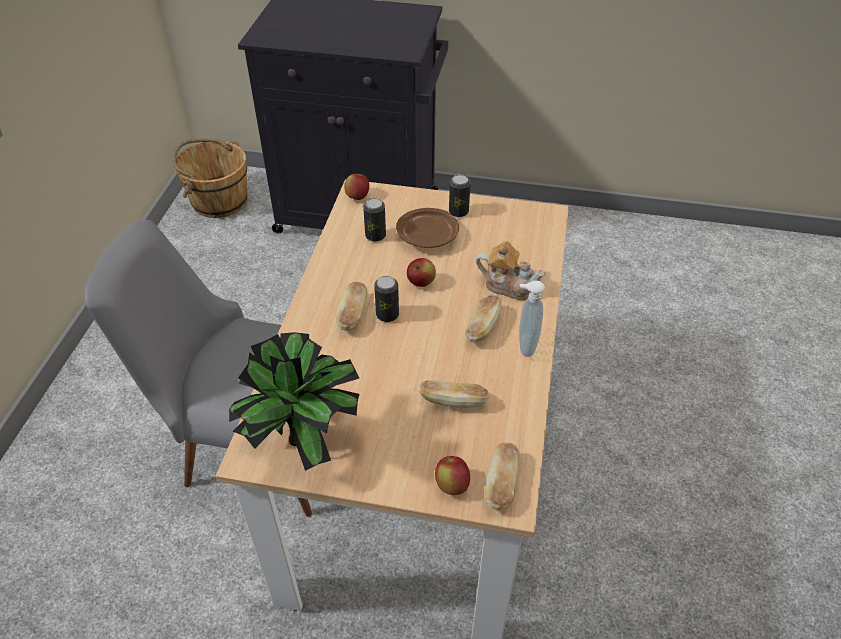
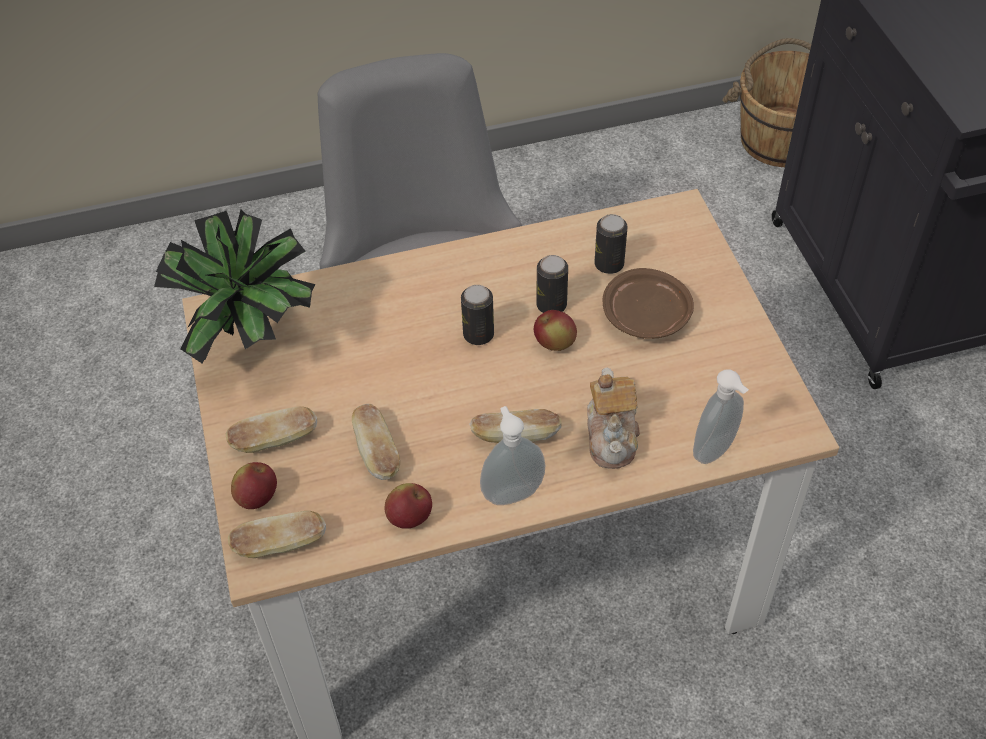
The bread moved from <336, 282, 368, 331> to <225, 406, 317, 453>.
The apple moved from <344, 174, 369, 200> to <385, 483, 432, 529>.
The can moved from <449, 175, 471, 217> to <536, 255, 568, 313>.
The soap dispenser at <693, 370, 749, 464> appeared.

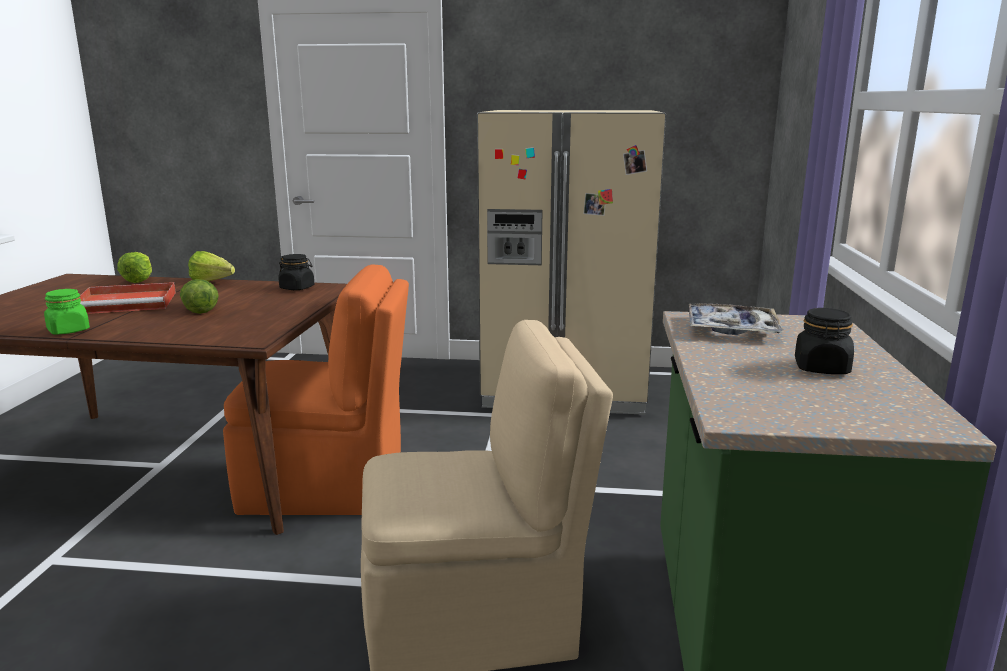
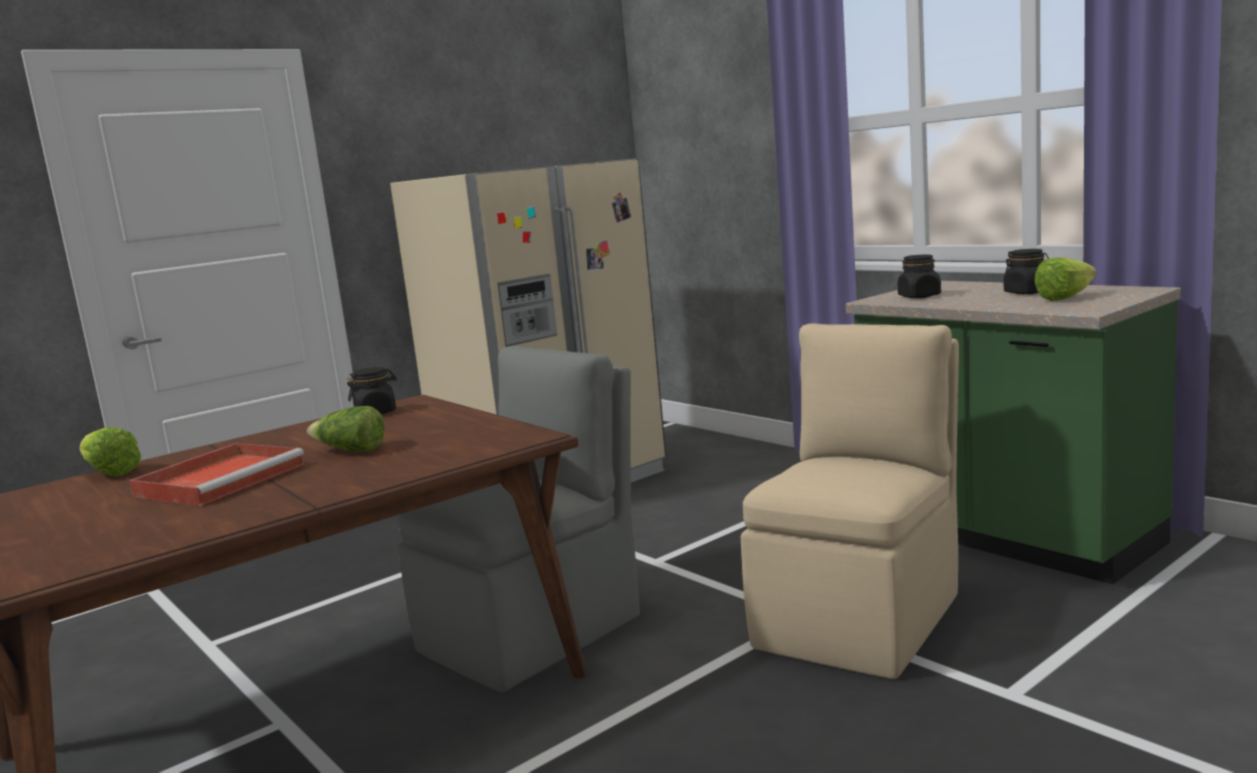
The green jar at <44, 289, 90, 334> disappeared.
The lettuce moved from <188, 251, 235, 281> to <1034, 258, 1096, 301>.
The orange chair at <223, 264, 409, 515> became the grey chair at <398, 346, 640, 692>.
The tray at <689, 303, 784, 335> was replaced by the black jar at <898, 255, 941, 298>.

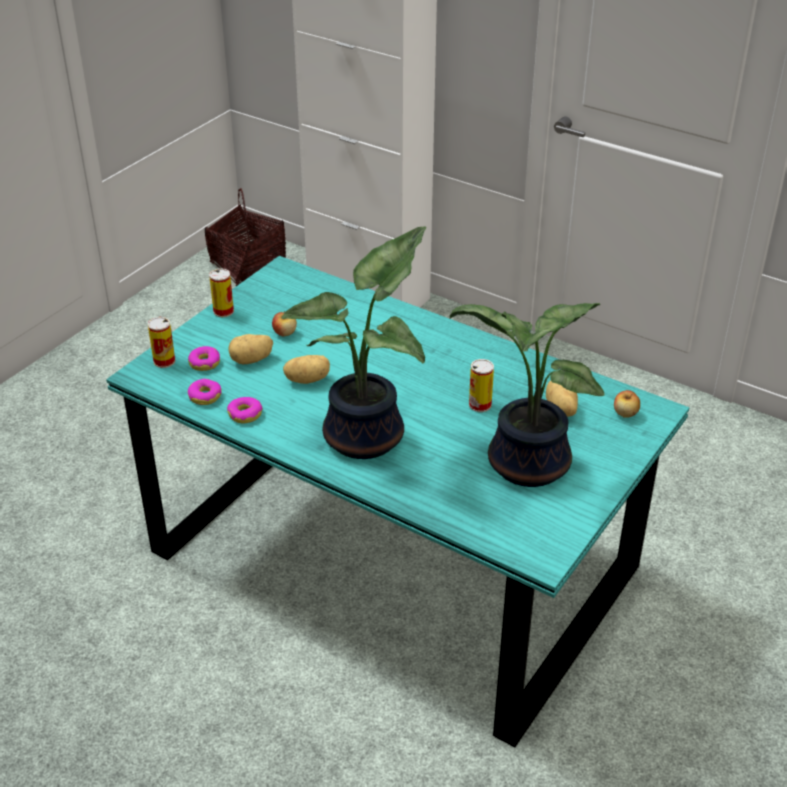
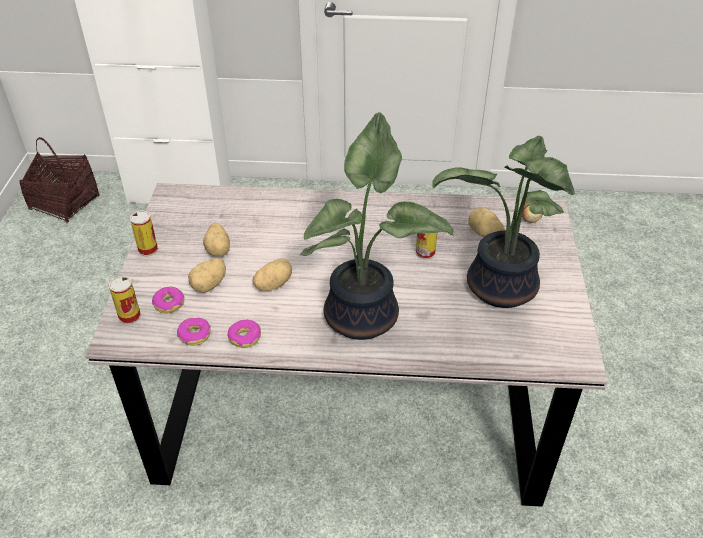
The turquoise dining table at <106, 256, 689, 747> became the grey dining table at <85, 183, 608, 507>.
The apple at <272, 311, 297, 336> was replaced by the potato at <203, 223, 230, 256>.

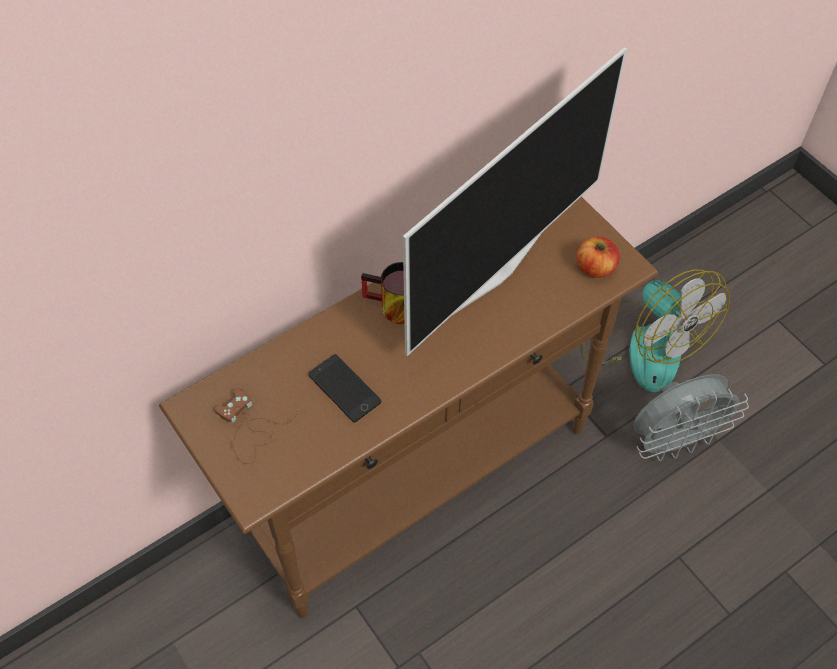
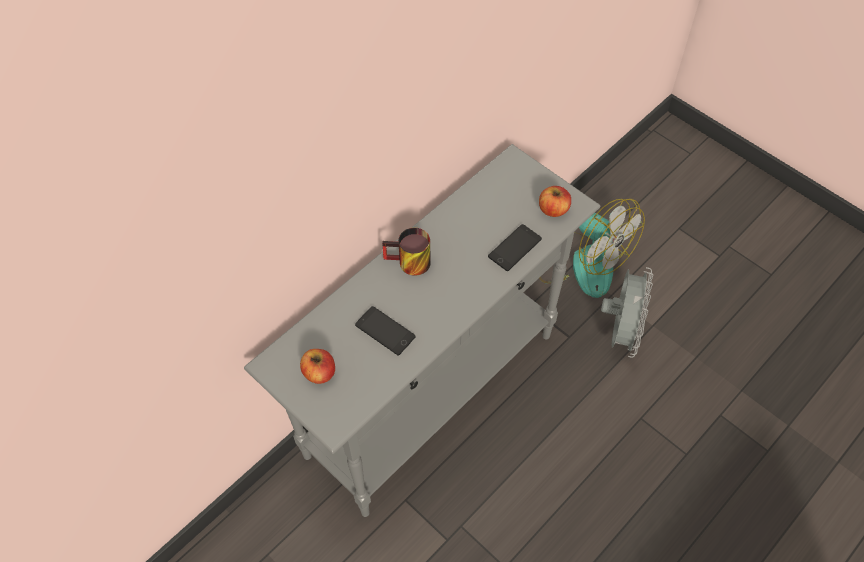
The brown console table at <159, 196, 658, 618> became the grey console table at <244, 144, 600, 517>.
The brown game controller at <214, 388, 298, 464> was replaced by the apple at <300, 349, 335, 384>.
The television at <403, 47, 627, 356> disappeared.
The grey fan at <633, 375, 749, 462> turned 45 degrees counterclockwise.
The phone at <488, 224, 542, 271> appeared.

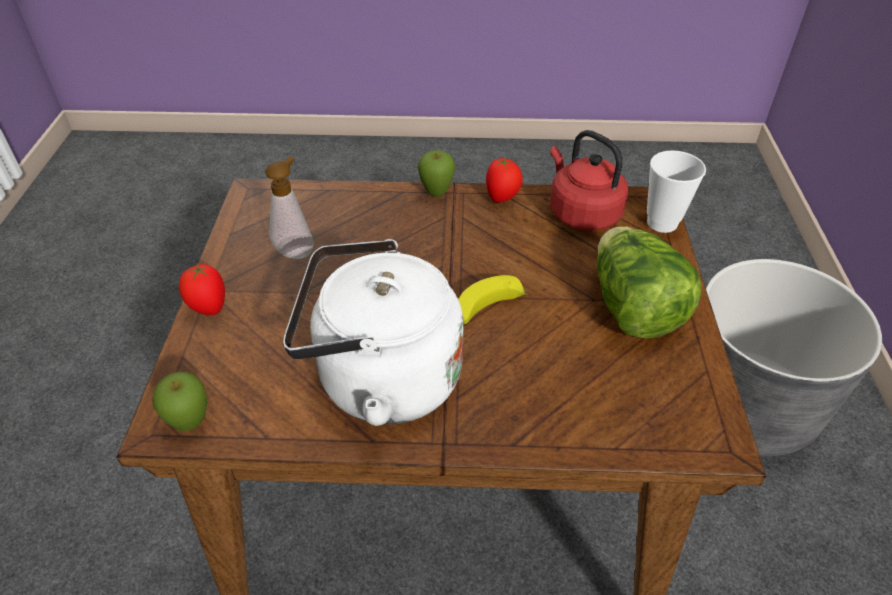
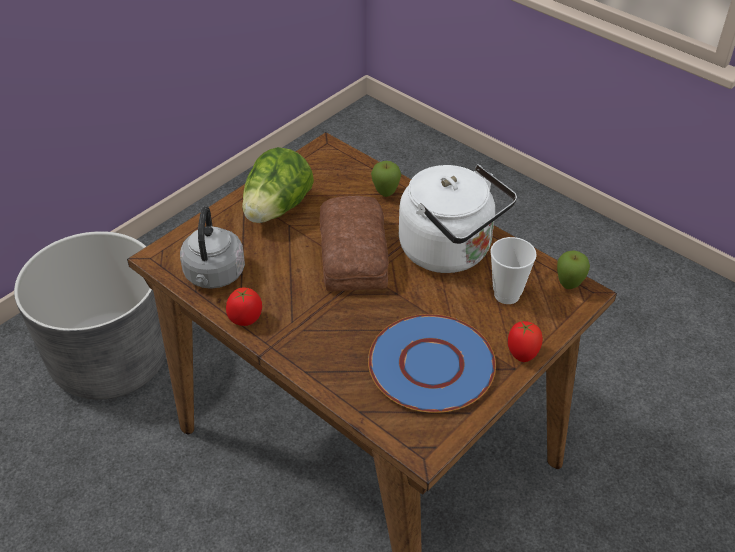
The soap dispenser at <265, 156, 314, 259> was replaced by the blue plate at <368, 314, 496, 413>.
The apple moved from <418, 150, 455, 197> to <371, 161, 401, 197>.
The banana at <458, 275, 529, 324> was replaced by the bread at <320, 196, 388, 291>.
The red kettle at <550, 130, 628, 231> became the grey kettle at <180, 206, 245, 289>.
The cup moved from <647, 150, 706, 233> to <490, 237, 537, 304>.

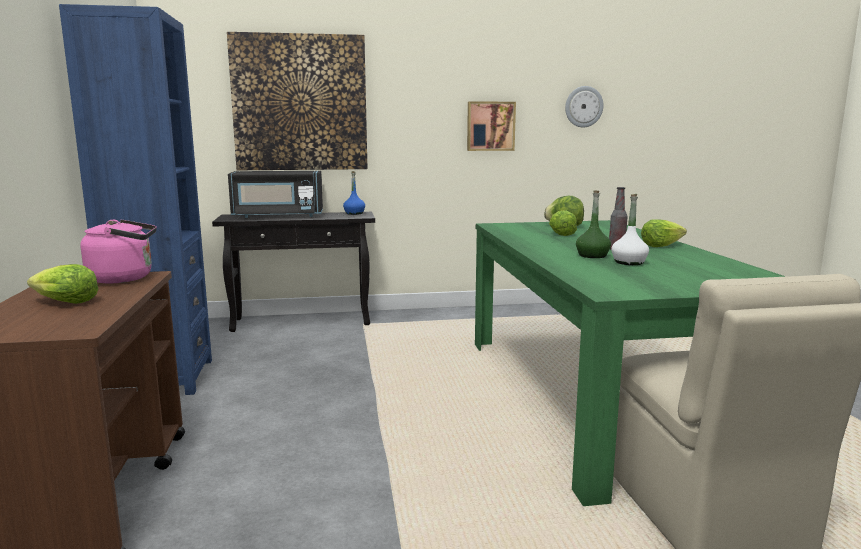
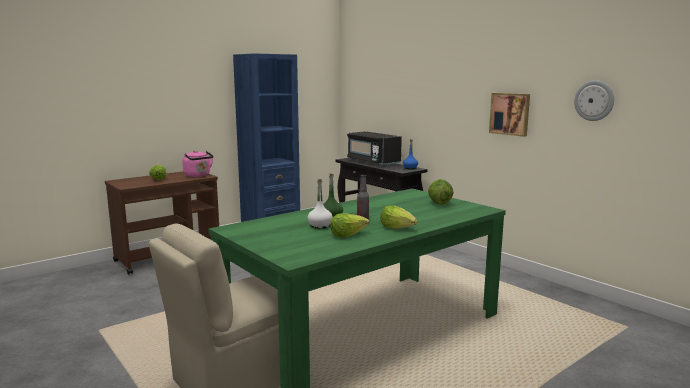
The picture at <227, 32, 368, 170> disappeared.
The lettuce moved from <549, 210, 577, 236> to <330, 213, 369, 238>.

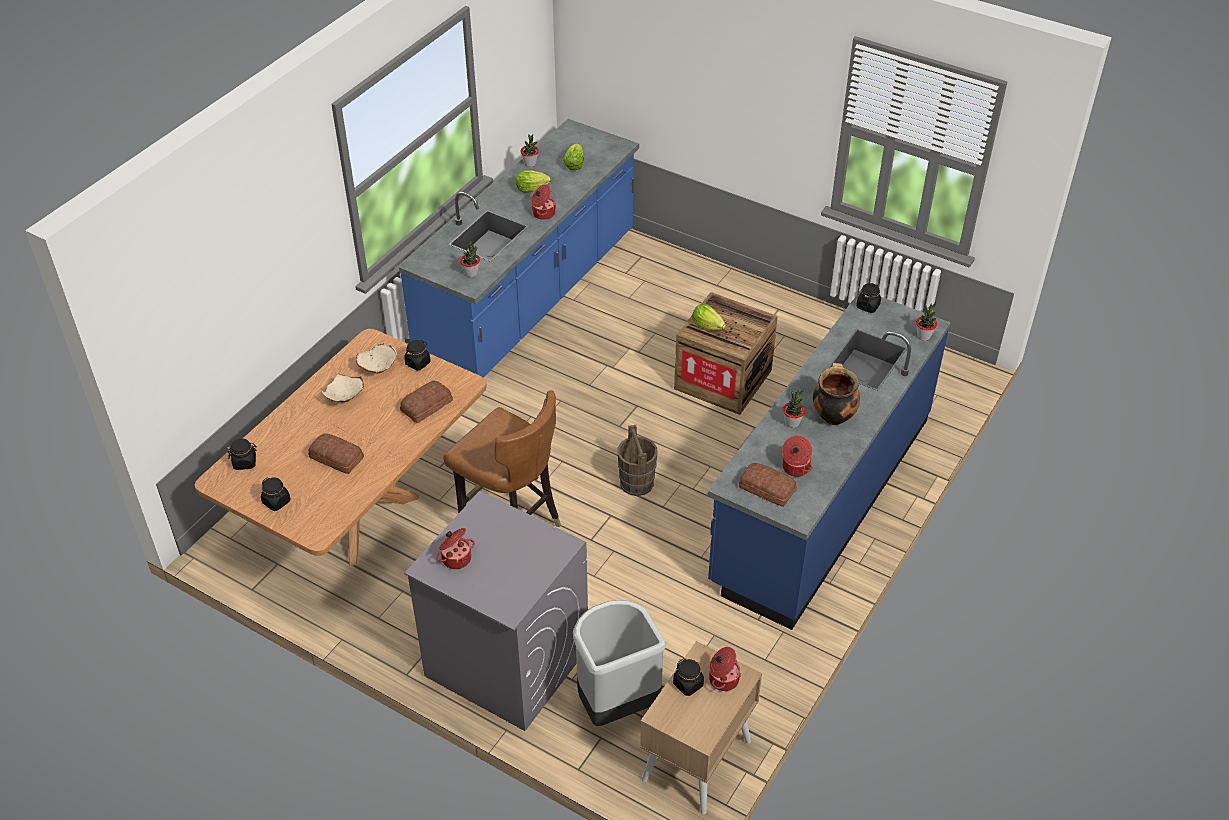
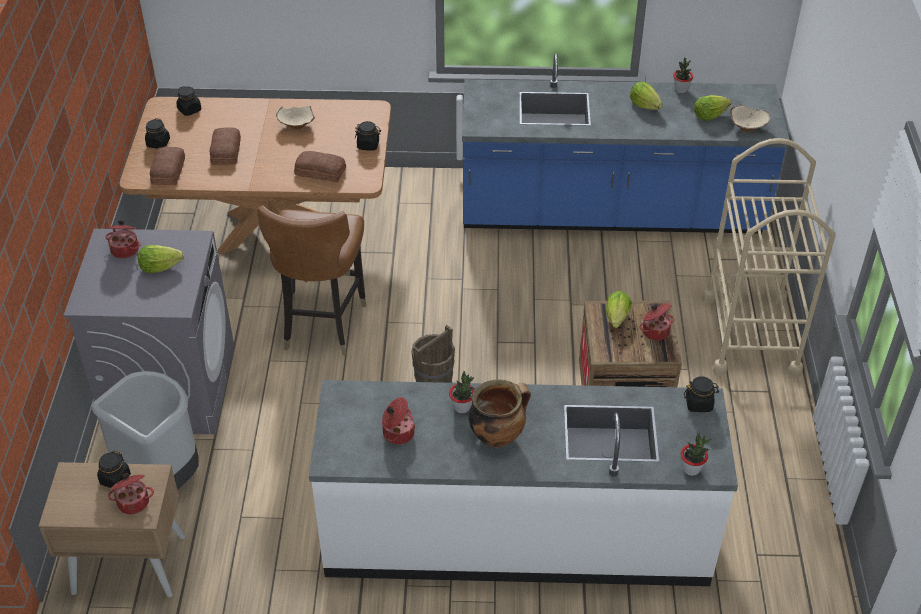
The beige bowl moved from <356, 343, 397, 373> to <730, 104, 770, 132>.
The potted plant at <460, 242, 480, 277> disappeared.
The cooking pot moved from <532, 184, 556, 220> to <639, 303, 674, 341>.
The blue counter at <707, 290, 951, 630> became the white counter at <309, 380, 738, 586>.
The bread moved from <739, 463, 797, 507> to <150, 147, 185, 185>.
The lettuce at <138, 245, 184, 273> appeared.
The beige cart at <702, 138, 836, 377> appeared.

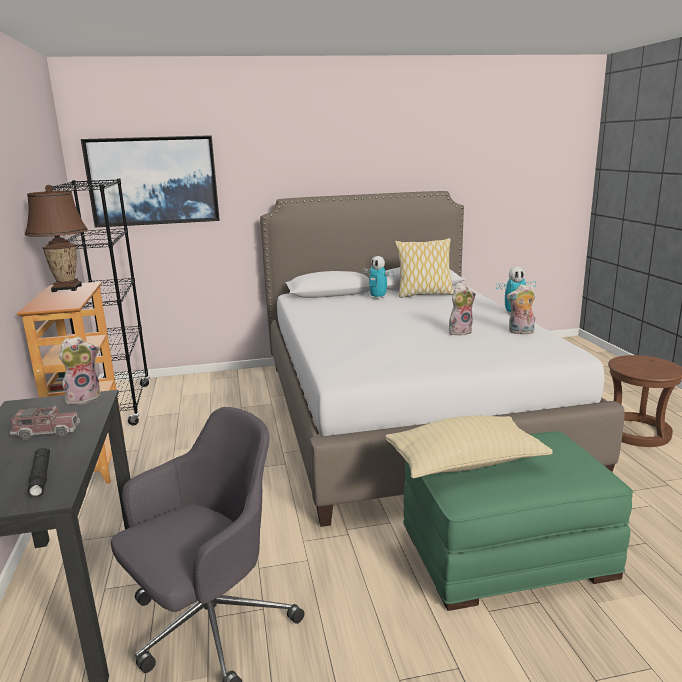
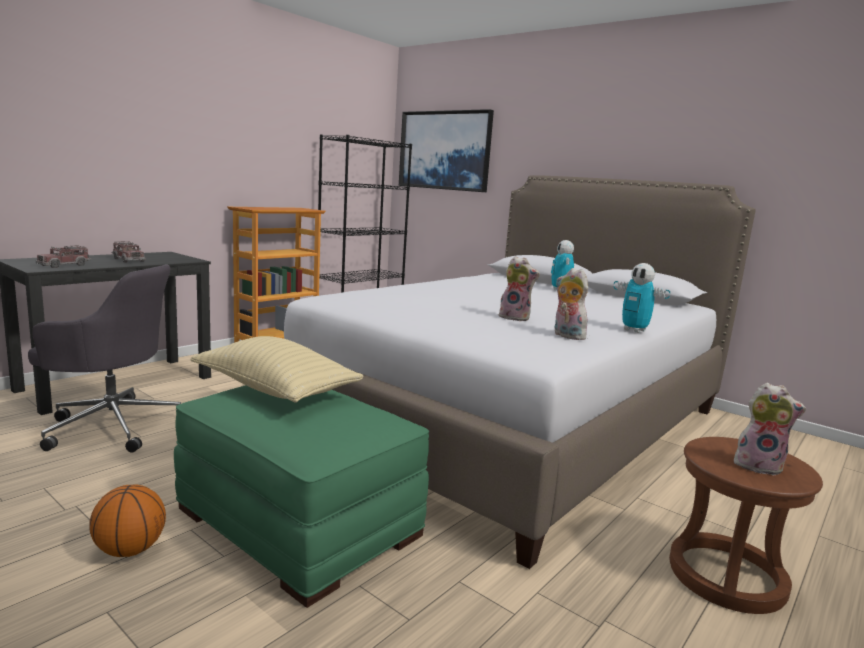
The brown table lamp at <25, 185, 88, 292> disappeared.
The black flashlight at <28, 448, 50, 498> was replaced by the toy truck at <36, 245, 91, 268>.
The plush toy moved from <59, 336, 100, 405> to <734, 382, 806, 476>.
The pillow at <395, 238, 453, 298> disappeared.
The basketball at <89, 484, 166, 557> appeared.

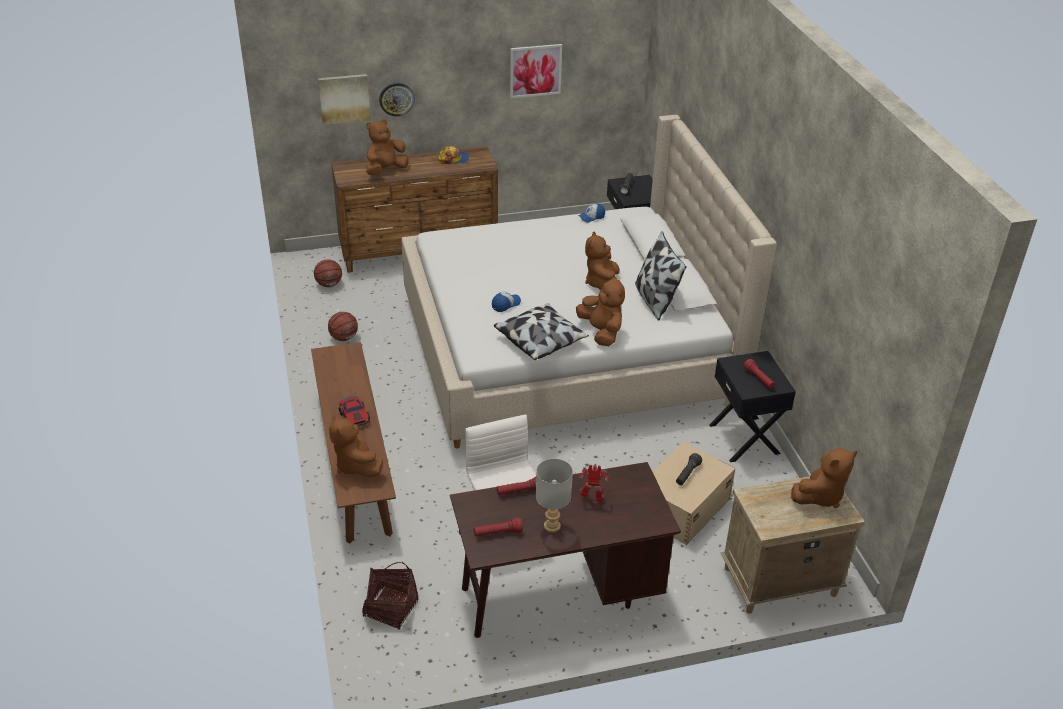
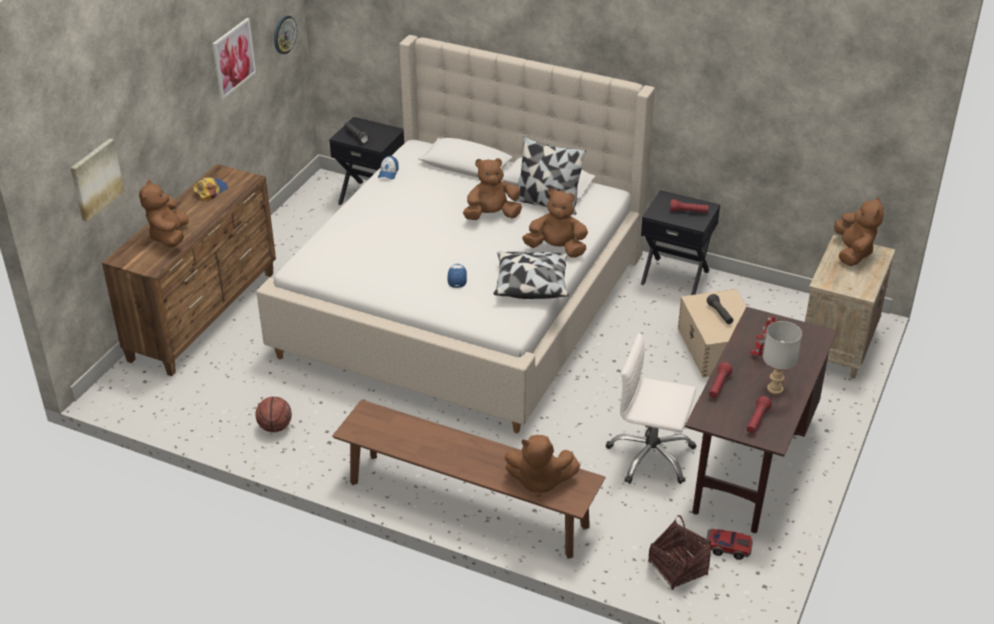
The basketball at <314, 259, 342, 287> disappeared.
The toy car moved from <339, 395, 370, 426> to <706, 529, 753, 560>.
The wall clock moved from <379, 83, 415, 116> to <274, 16, 297, 54>.
The brown plush toy at <585, 231, 620, 290> turned 120 degrees clockwise.

